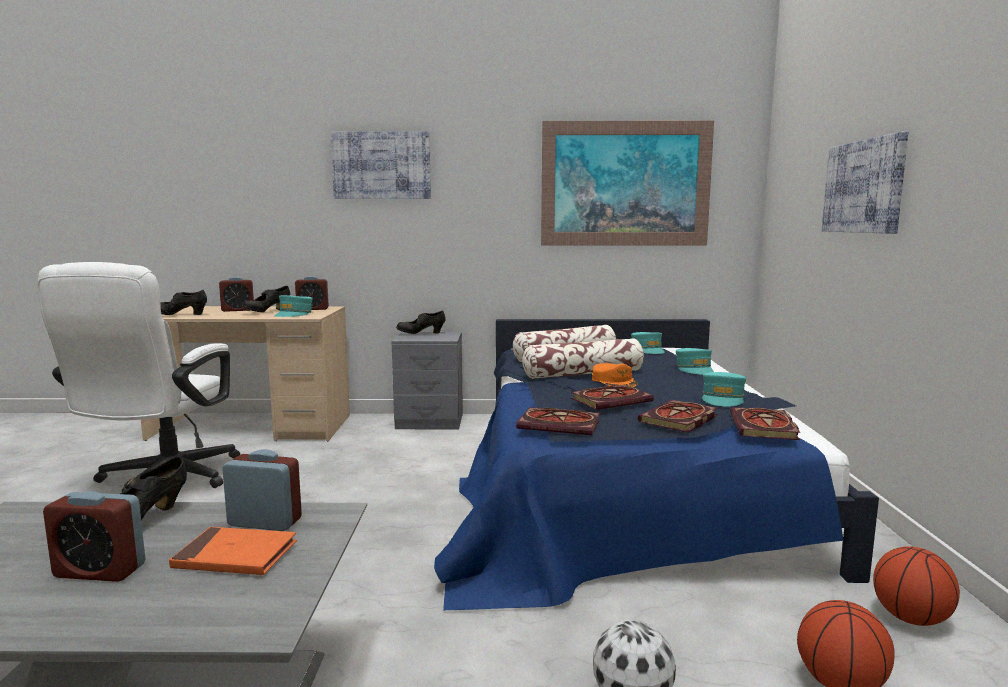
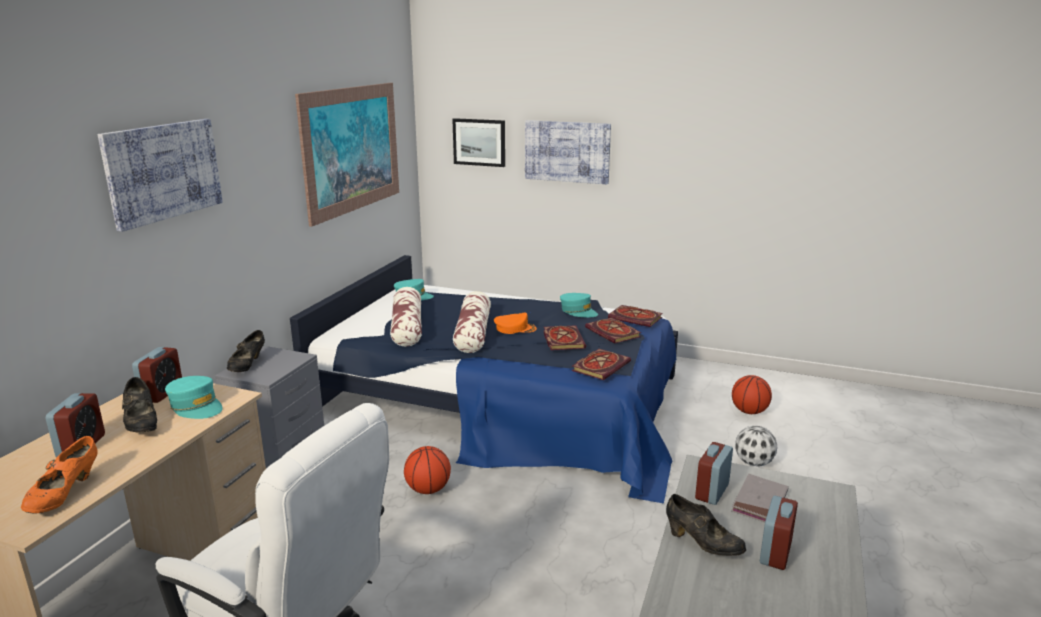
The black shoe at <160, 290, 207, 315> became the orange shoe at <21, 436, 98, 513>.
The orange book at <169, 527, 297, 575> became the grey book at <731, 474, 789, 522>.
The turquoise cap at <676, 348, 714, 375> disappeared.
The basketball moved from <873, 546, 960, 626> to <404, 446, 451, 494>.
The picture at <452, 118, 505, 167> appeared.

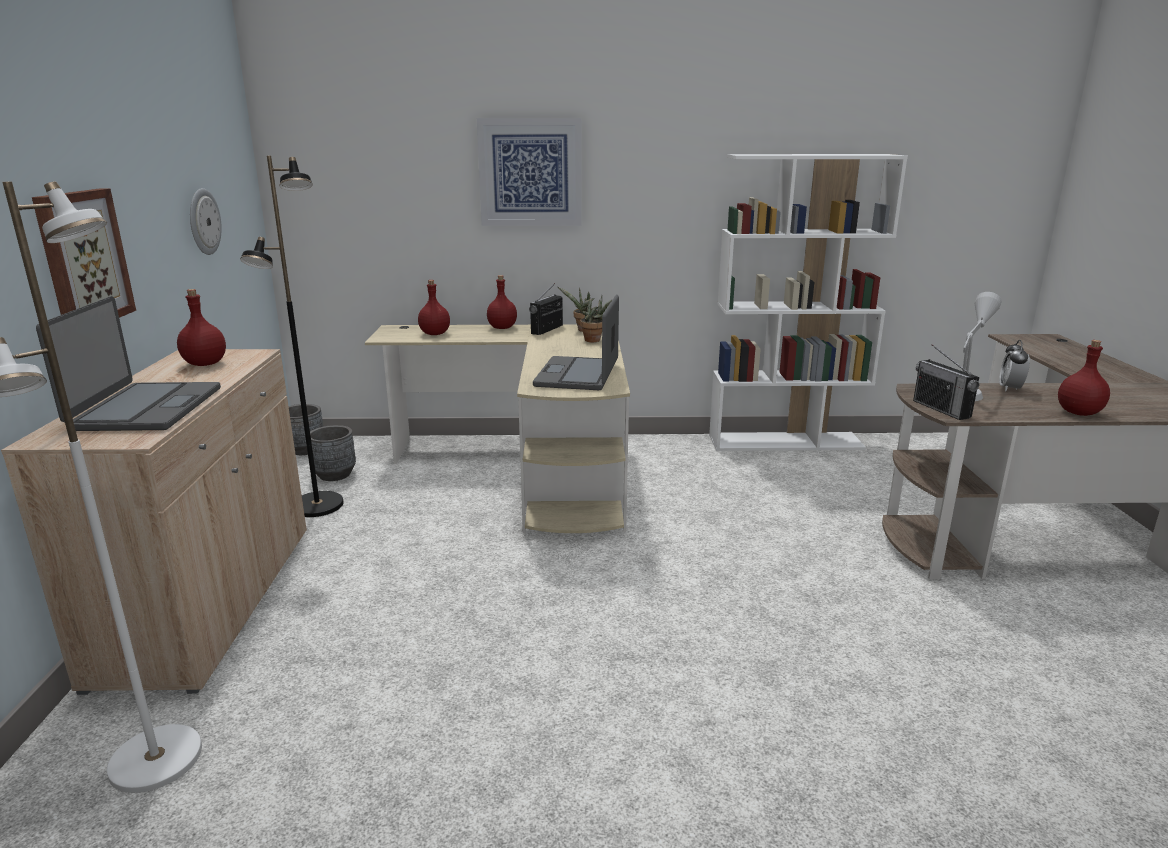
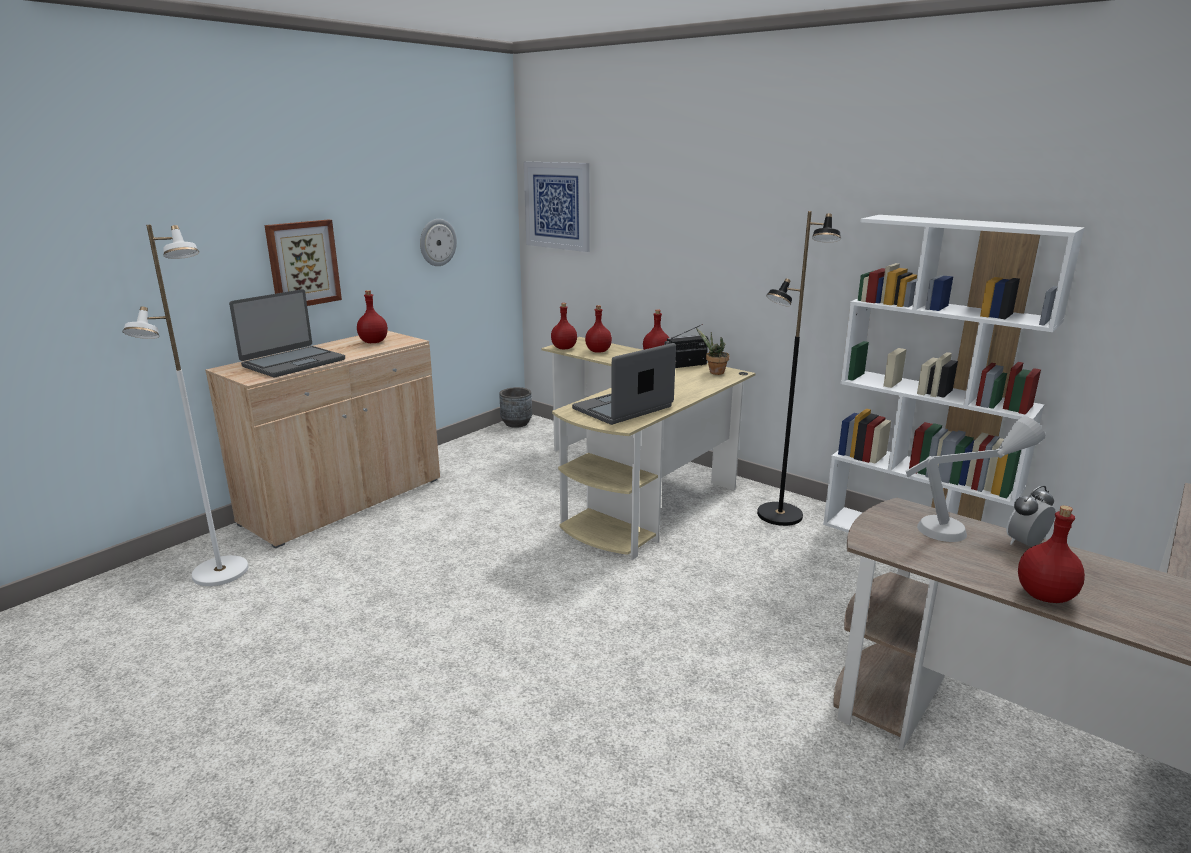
The black floor lamp moved from <240, 156, 344, 517> to <757, 211, 841, 526>.
The grey planter at <310, 425, 356, 481> disappeared.
The picture moved from <477, 118, 582, 226> to <524, 161, 590, 252>.
The potted plant at <580, 295, 612, 342> disappeared.
The radio at <913, 344, 979, 420> disappeared.
The red bottle at <551, 303, 577, 349> appeared.

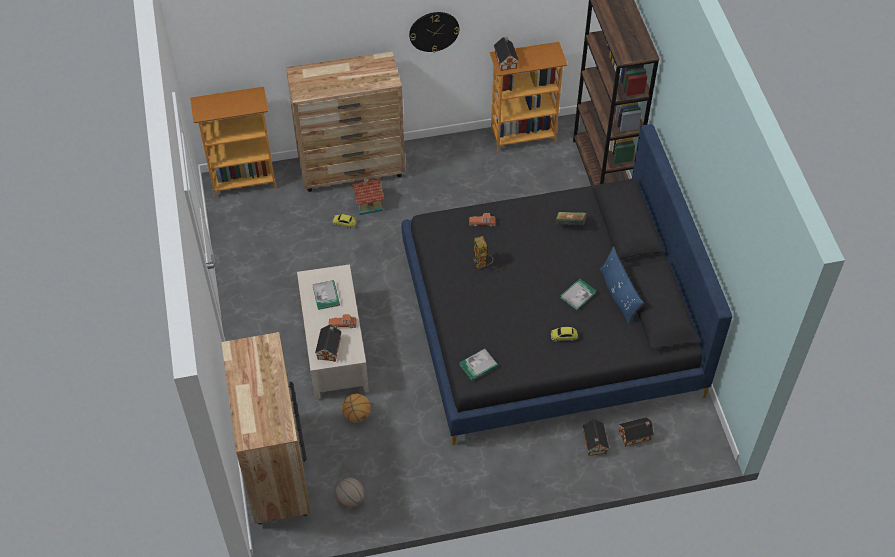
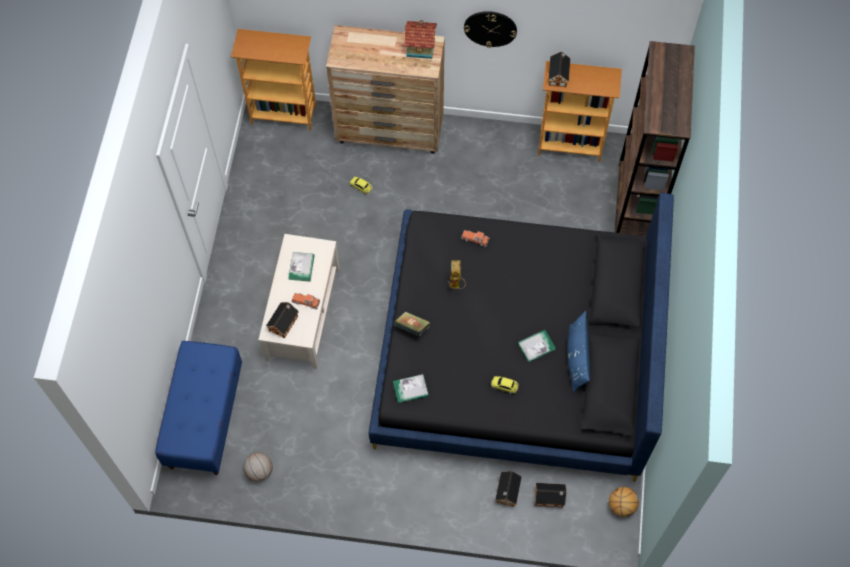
The brown dresser at <221, 332, 311, 524> was replaced by the blue bench at <155, 341, 242, 475>.
The basketball moved from <342, 394, 371, 423> to <609, 487, 639, 517>.
The toy house moved from <351, 178, 384, 215> to <404, 19, 437, 59>.
The book moved from <556, 212, 587, 225> to <394, 311, 430, 337>.

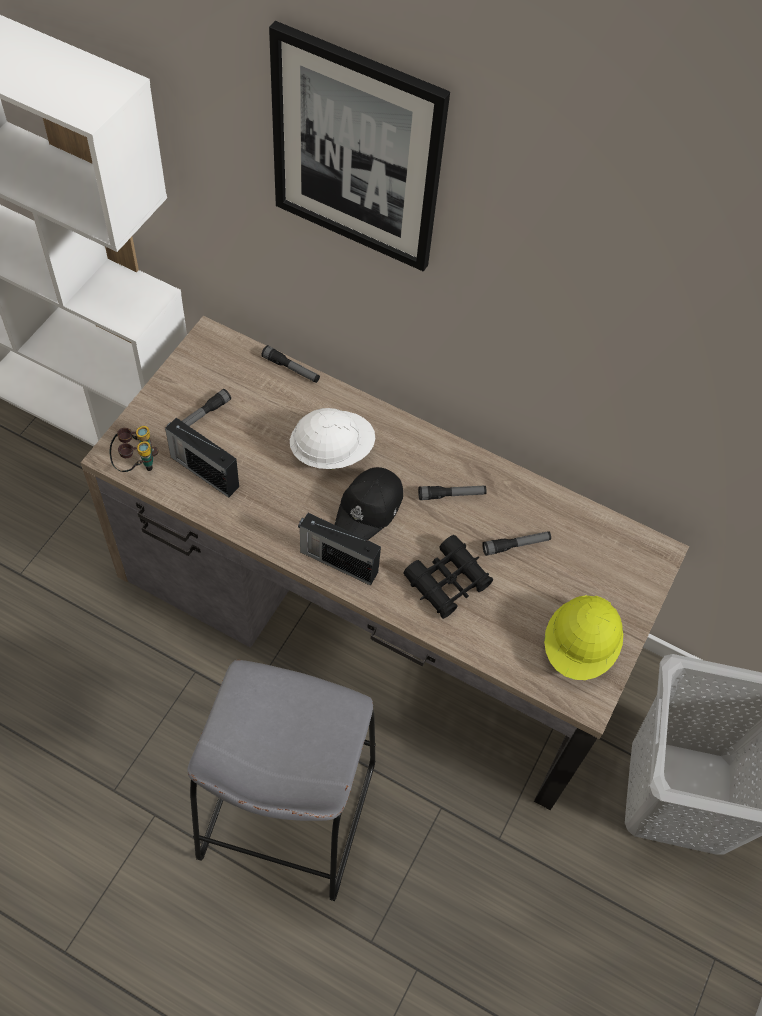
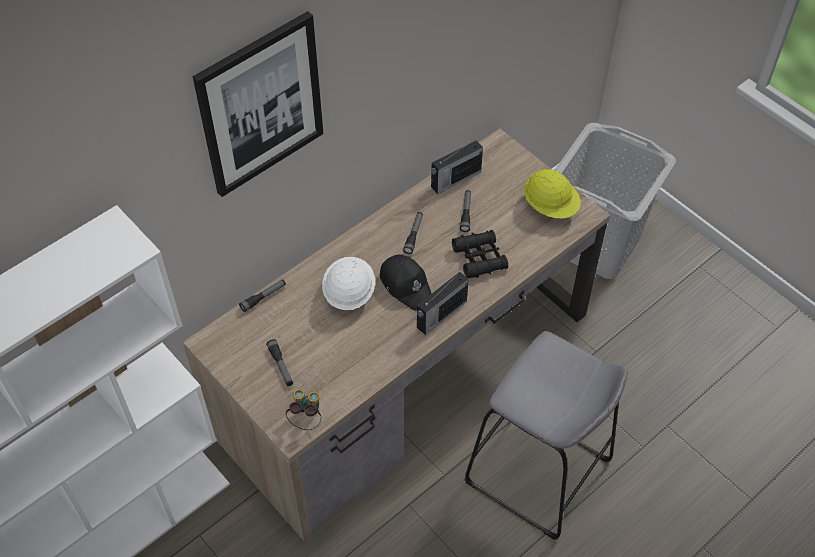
The radio moved from <165, 418, 239, 498> to <431, 140, 483, 194>.

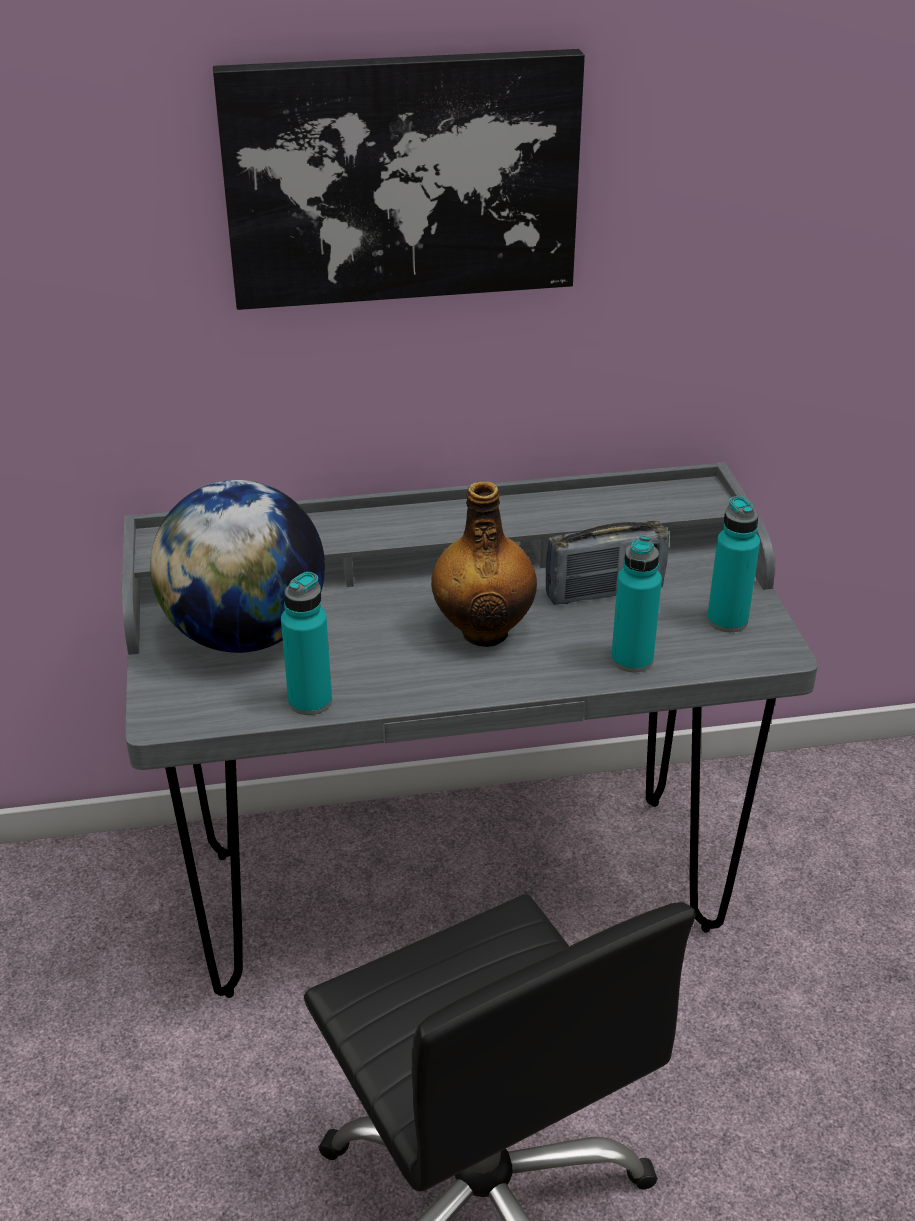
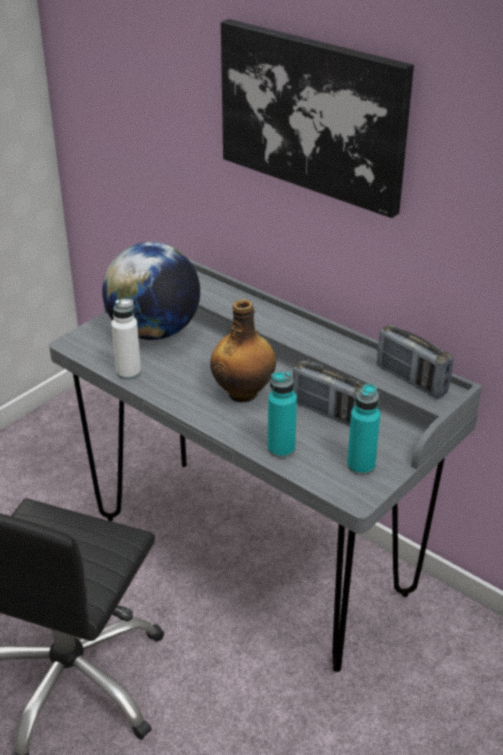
The turquoise bottle at <281, 572, 332, 715> became the white bottle at <111, 299, 141, 380>.
The radio at <377, 324, 453, 398> appeared.

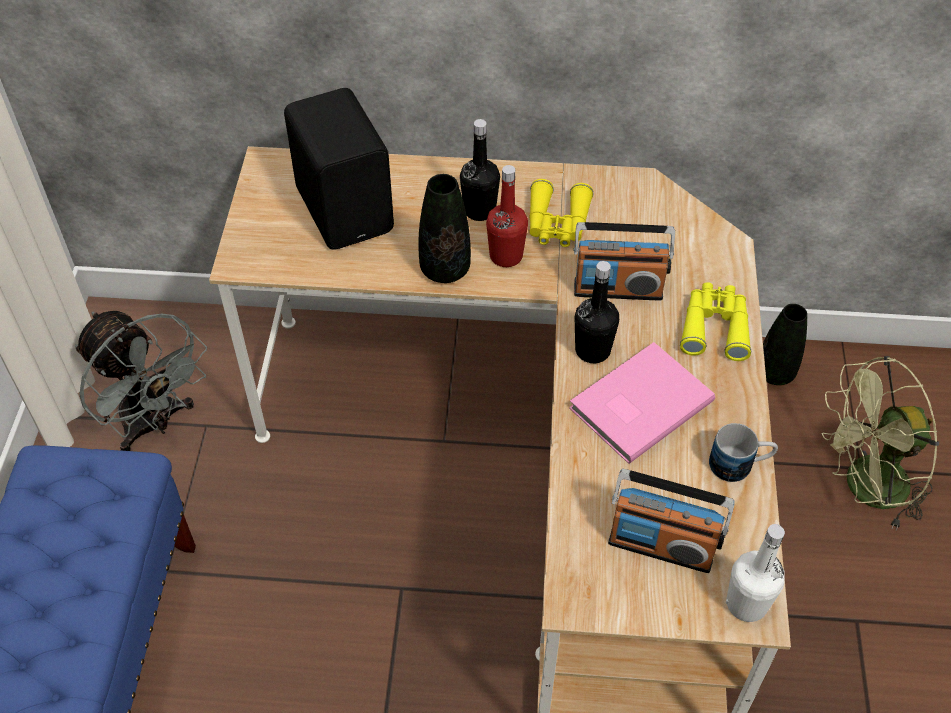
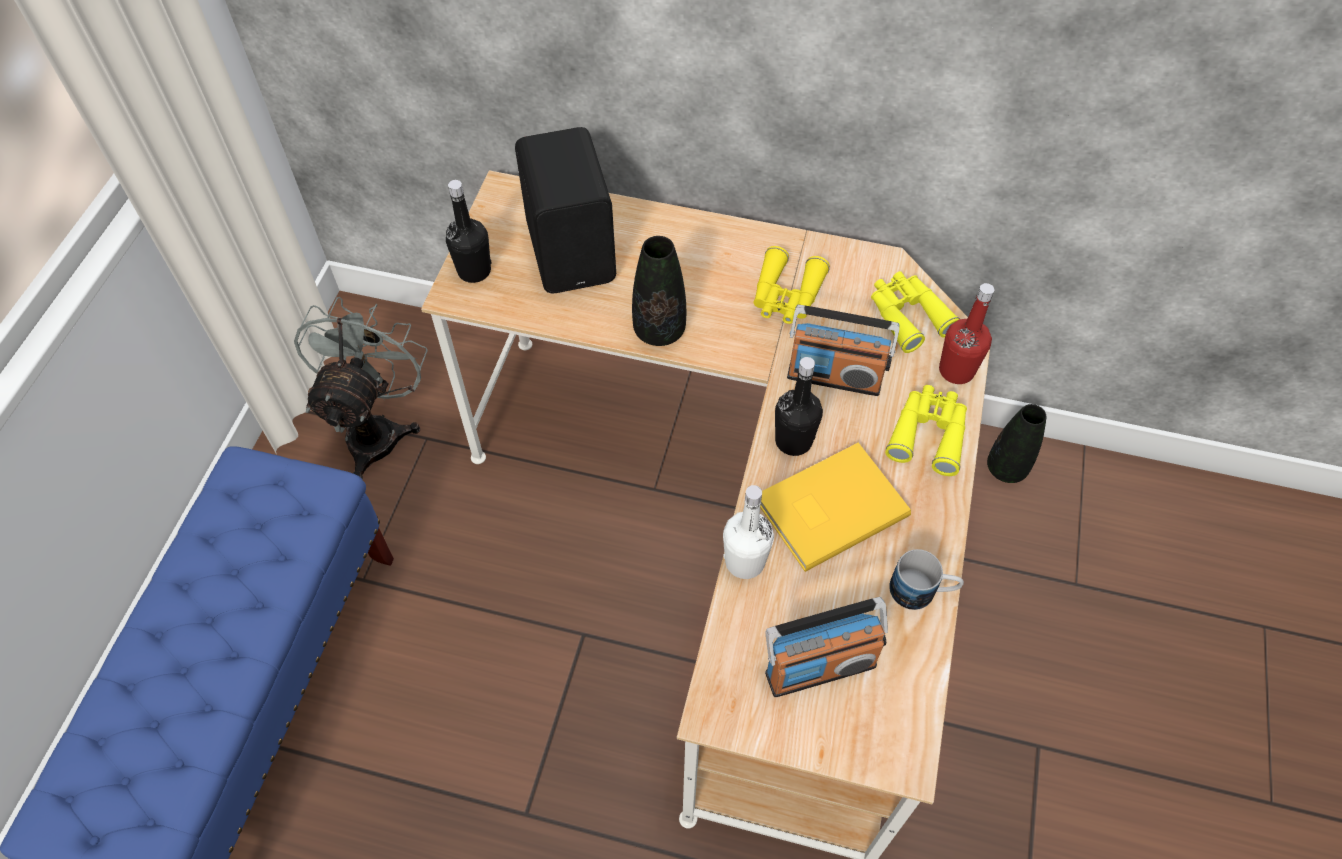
The grey fan at <75, 311, 207, 451> turned 135 degrees counterclockwise.
The black bottle moved from <460, 119, 500, 221> to <446, 180, 491, 283>.
The red bottle moved from <486, 165, 528, 267> to <939, 283, 995, 384>.
The pink book at <569, 342, 715, 464> became the yellow book at <760, 443, 911, 572>.
The radio at <608, 469, 735, 573> turned 45 degrees counterclockwise.
The white bottle moved from <726, 524, 785, 622> to <723, 485, 774, 579>.
The green fan at <821, 356, 939, 530> disappeared.
The yellow binoculars at <871, 271, 960, 353> appeared.

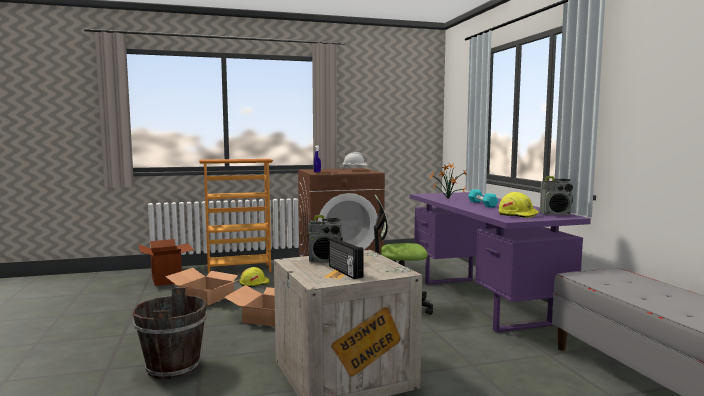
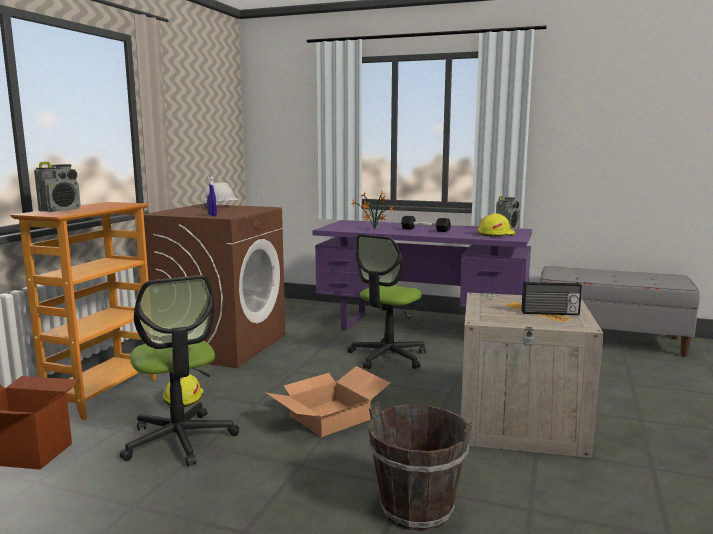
The cardboard box at <165, 268, 243, 306> was replaced by the office chair at <120, 275, 239, 466>.
The radio moved from <308, 215, 343, 262> to <34, 162, 81, 212>.
The turquoise dumbbell at <468, 190, 498, 208> became the black dumbbell at <401, 216, 451, 232>.

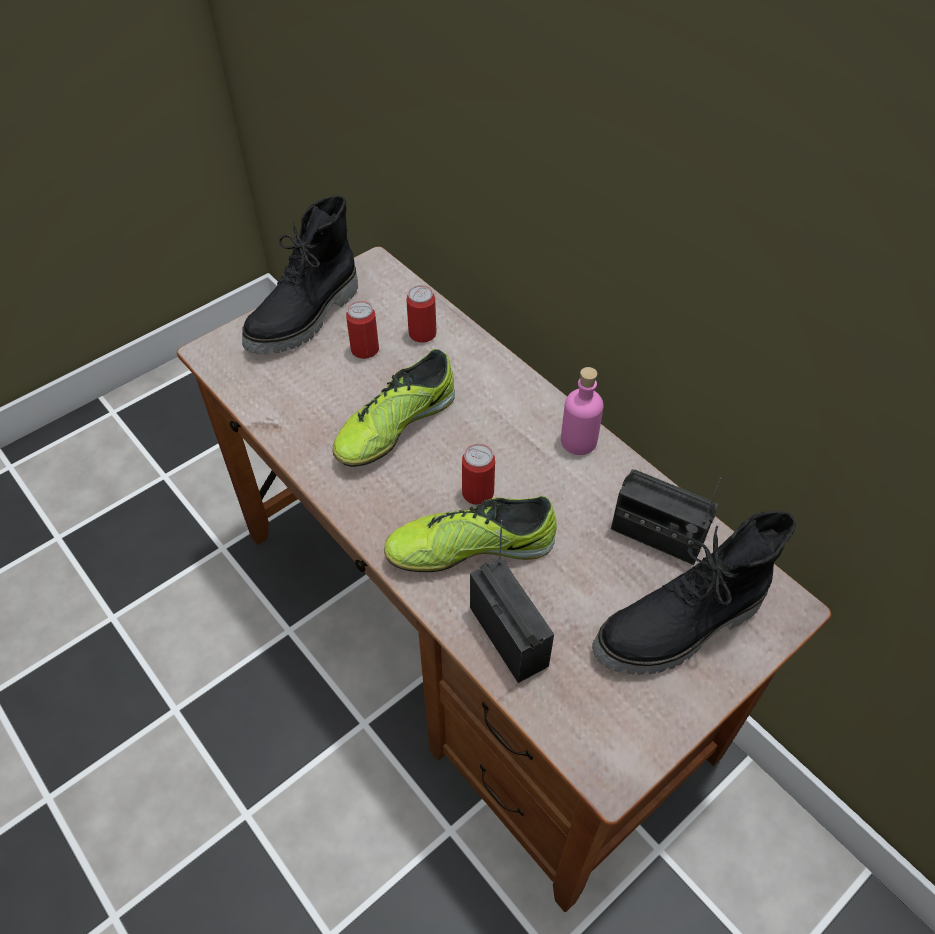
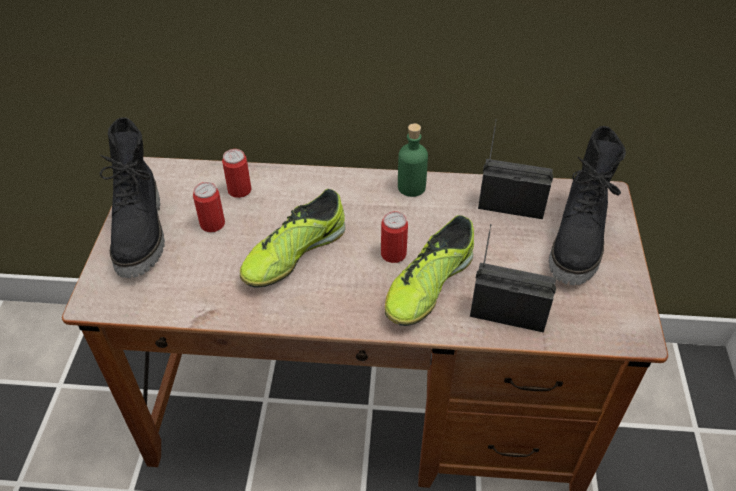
The shoe at <333, 349, 455, 467> turned 45 degrees clockwise.
The pink bottle at <561, 367, 604, 455> became the green bottle at <398, 123, 428, 197>.
The radio at <611, 469, 721, 565> turned 150 degrees counterclockwise.

